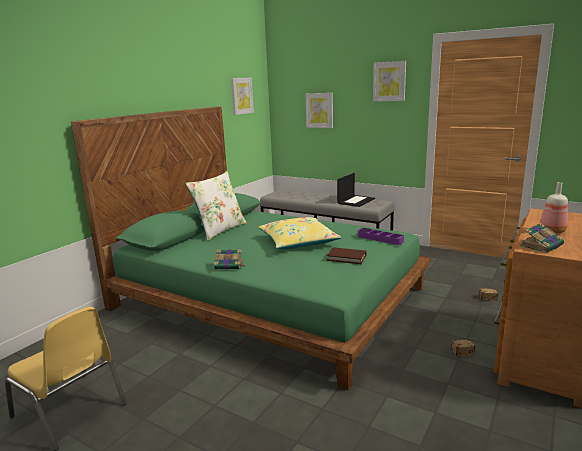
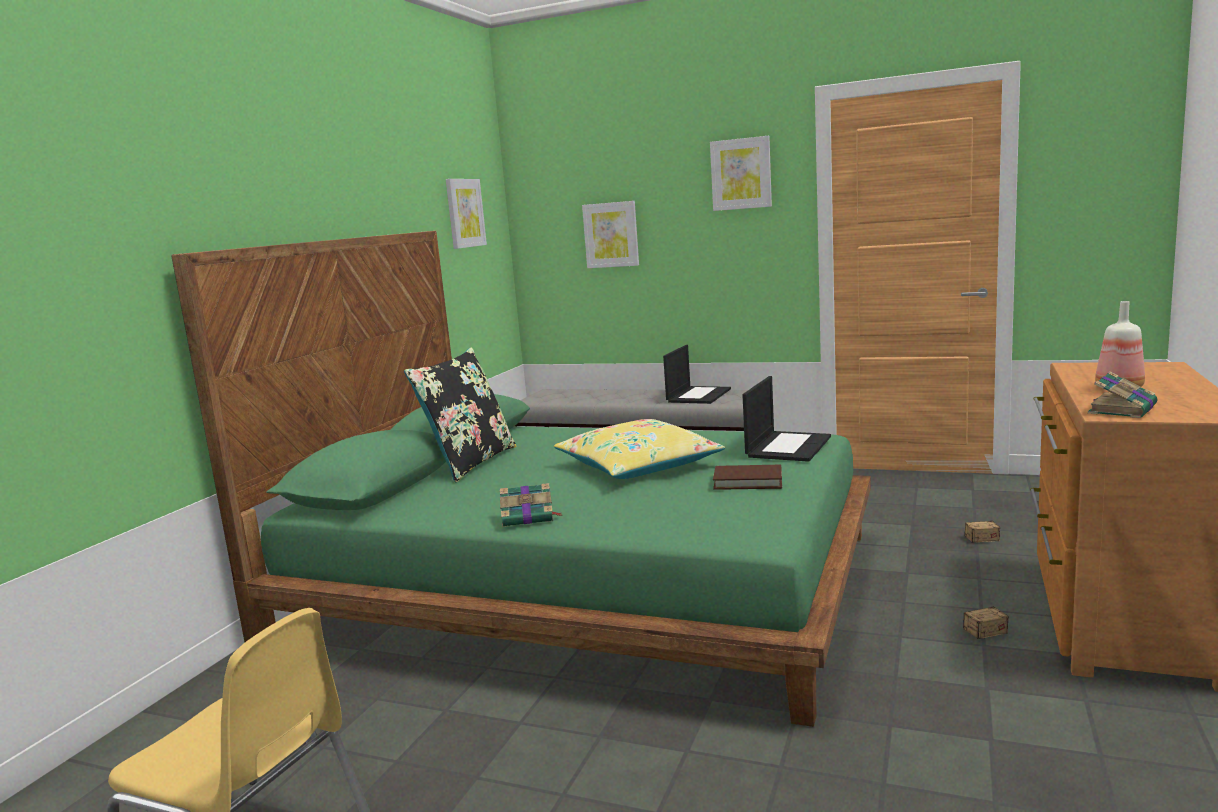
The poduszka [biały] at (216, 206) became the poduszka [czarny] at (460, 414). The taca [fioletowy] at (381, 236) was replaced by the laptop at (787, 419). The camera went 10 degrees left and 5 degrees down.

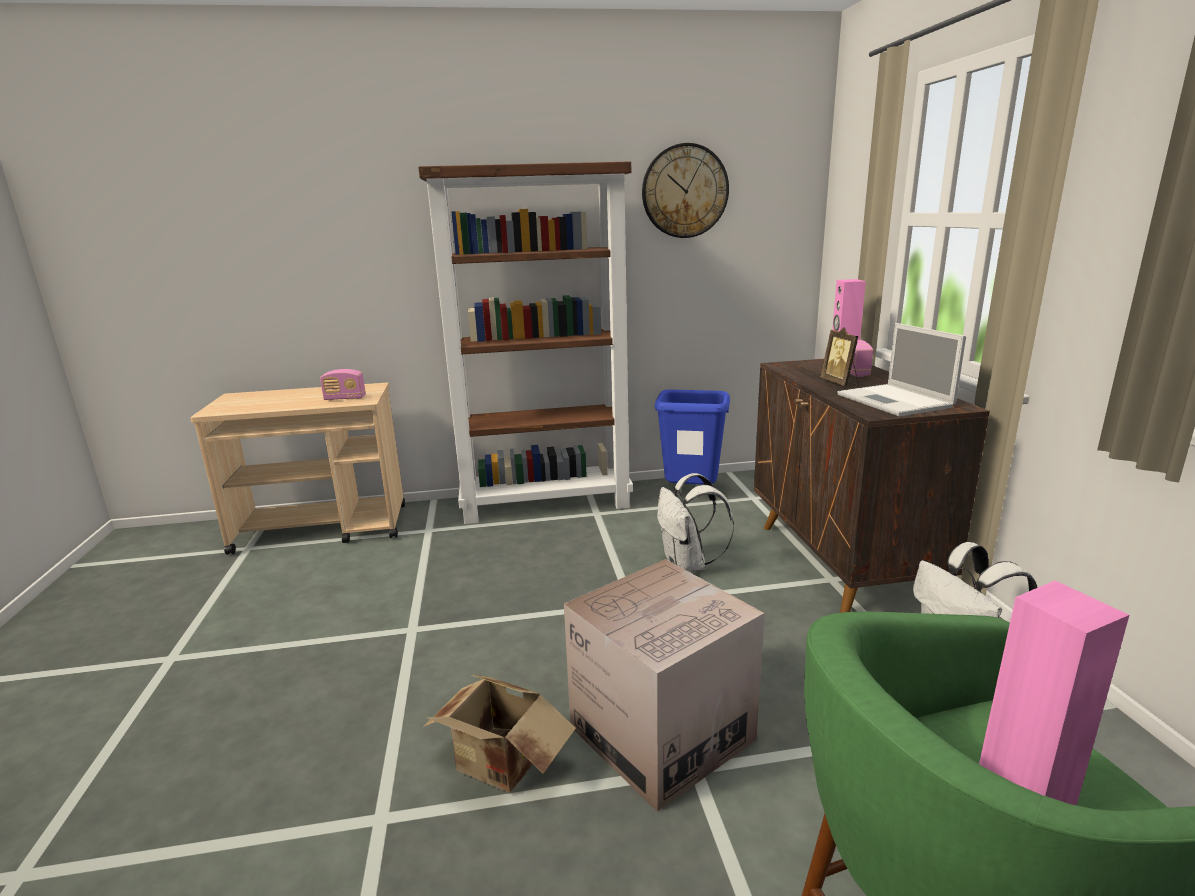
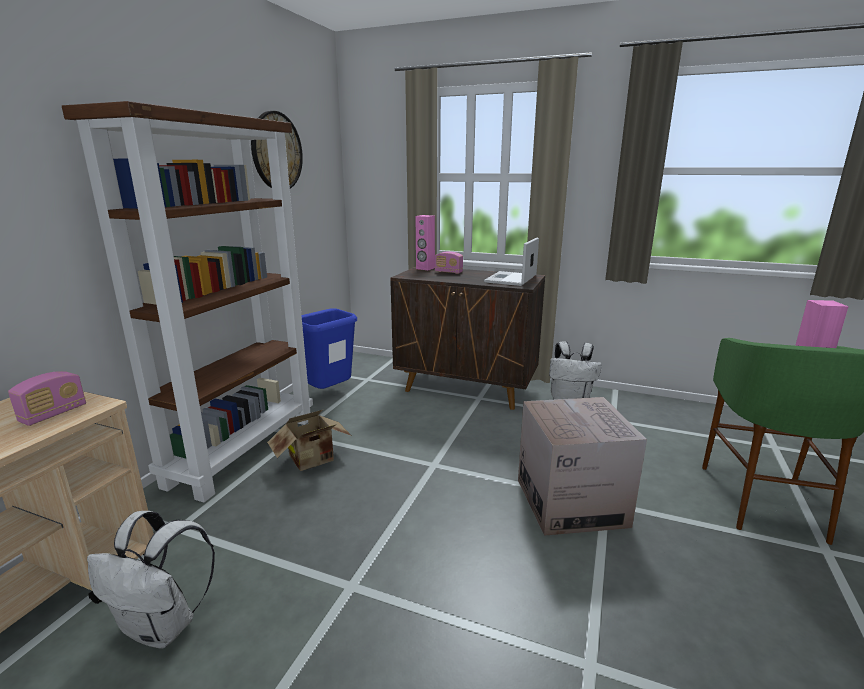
The laptop at (901, 370) turned 105 degrees clockwise. The ramka na zdjęcie at (840, 356) disappeared. The plecak [biały] moved from (695, 522) to (151, 580). The karton moved from (499, 733) to (309, 440). The camera went 60 degrees left and 0 degrees up.

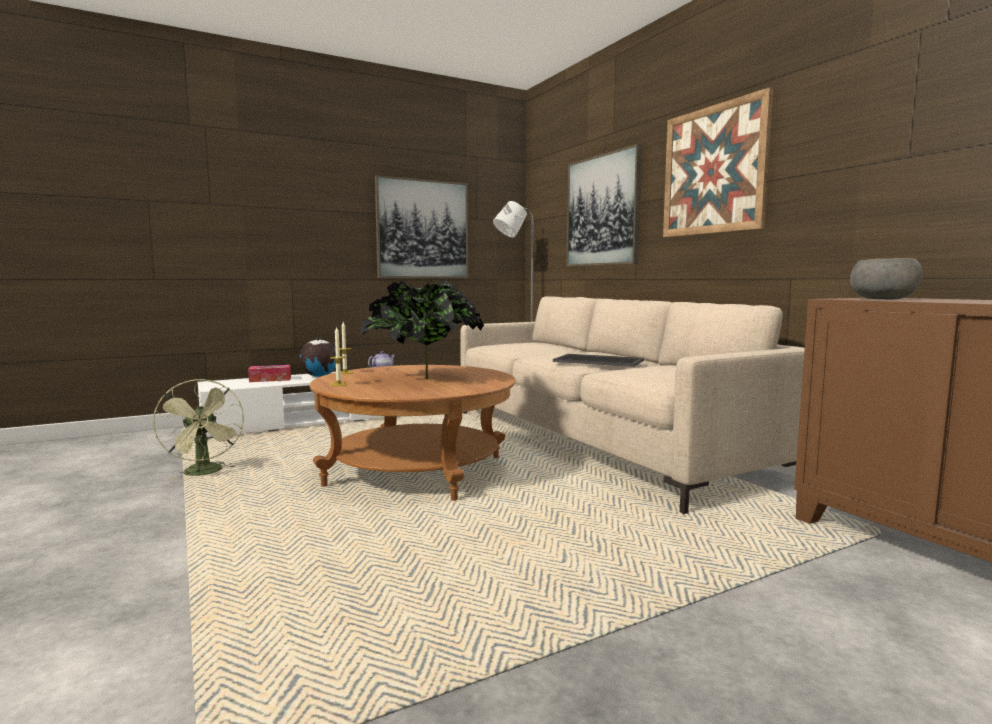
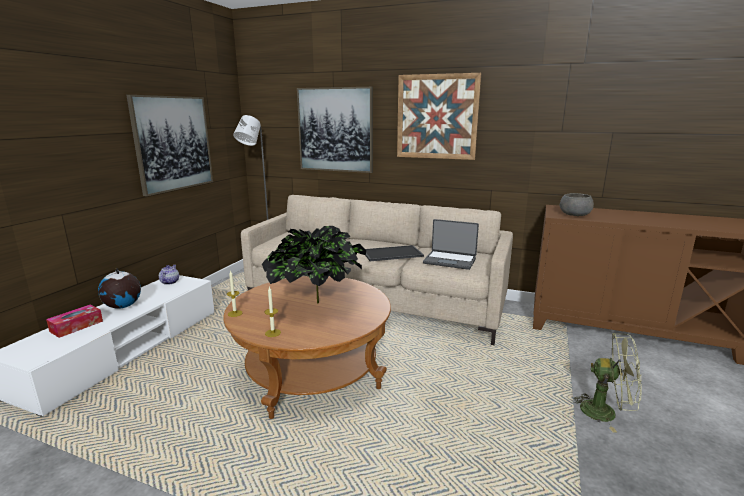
The wentylator [zielony] moved from (198, 429) to (608, 383). The laptop at (451, 244) appeared. The camera went 40 degrees left and 10 degrees up.

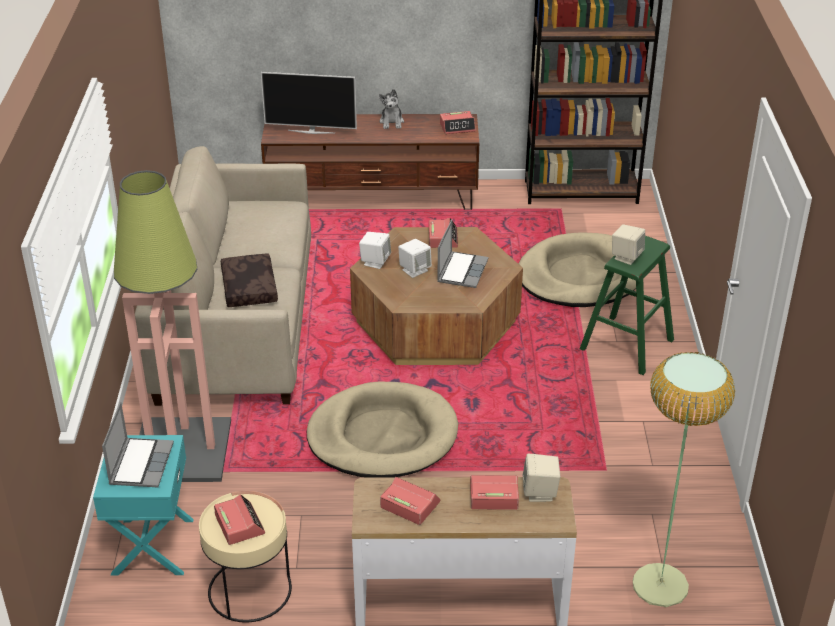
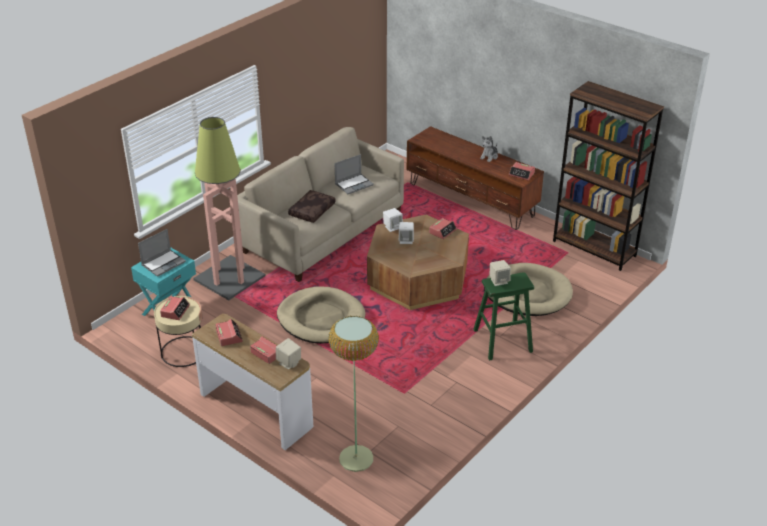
The telewizor at (309, 103) disappeared. The laptop moved from (463, 253) to (354, 174). The camera went 40 degrees right and 0 degrees up.

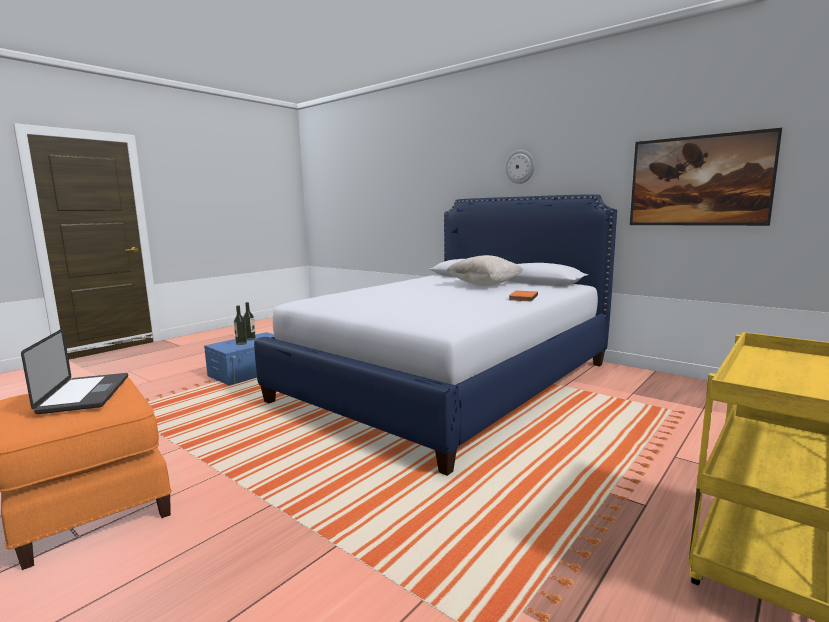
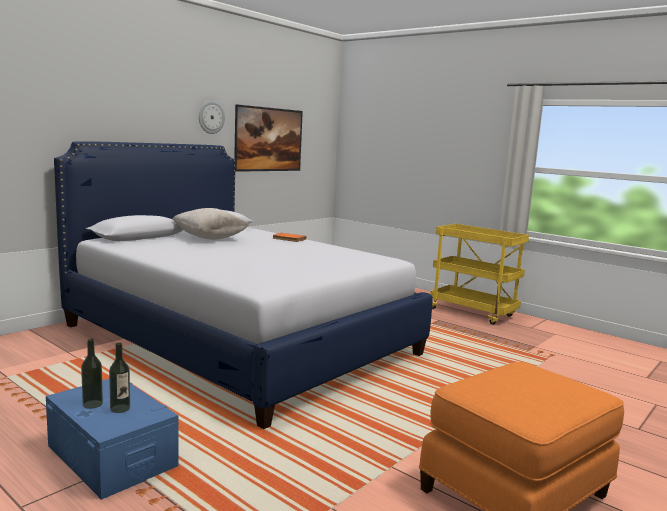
The zegar ścienny moved from (520, 167) to (212, 117). The laptop at (74, 371) disappeared. The camera went 90 degrees left and 0 degrees up.

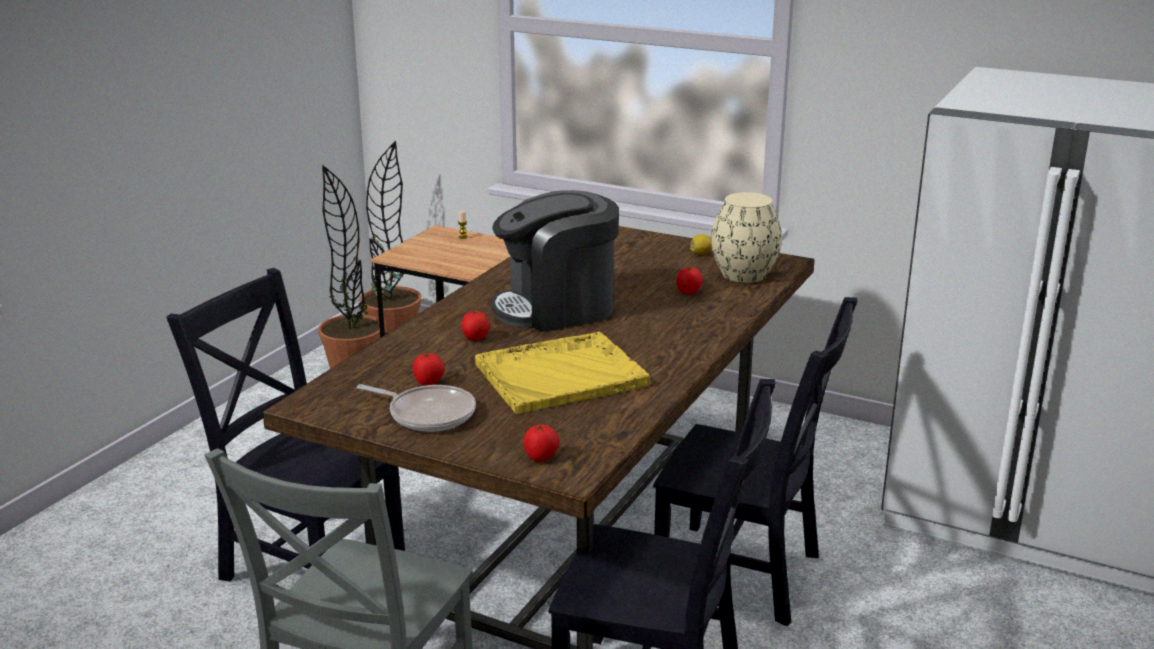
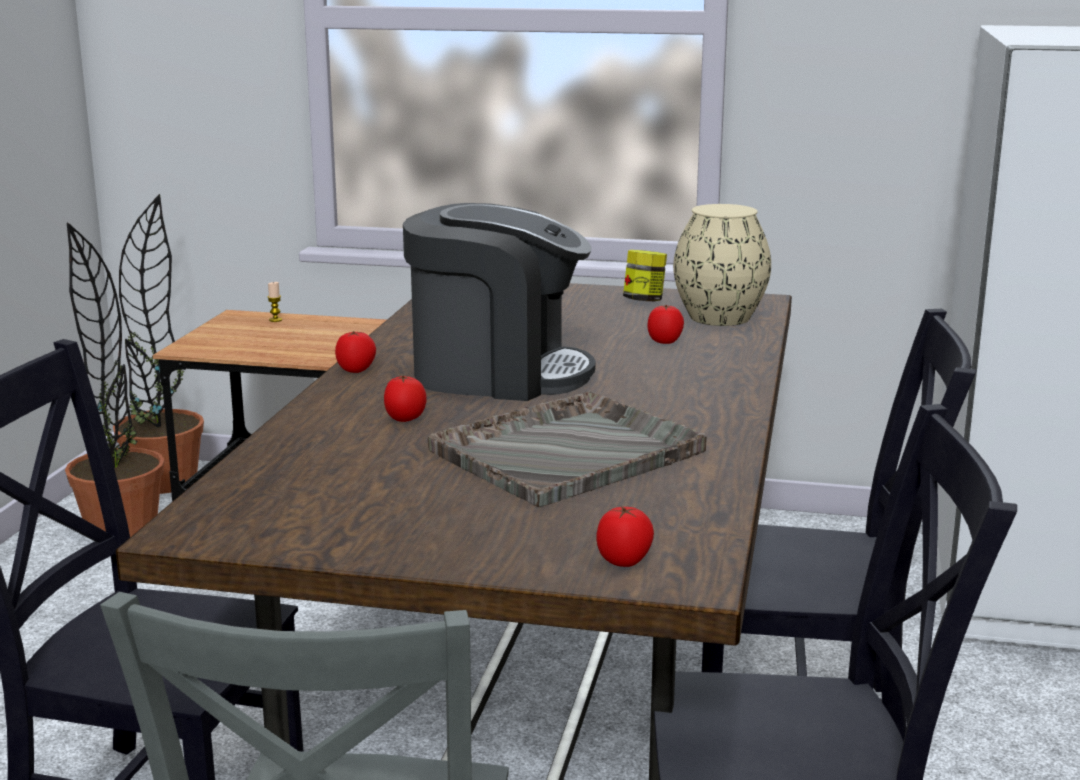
The ekspres do kawy at (555, 261) turned 135 degrees counterclockwise. The cytryna at (701, 244) was replaced by the słoik at (645, 275). The taca [żółty] at (562, 373) became the taca [szary] at (567, 449). The pomidor moved from (429, 369) to (355, 352). The patelnia at (416, 408) disappeared. The camera went 15 degrees left and 5 degrees down.

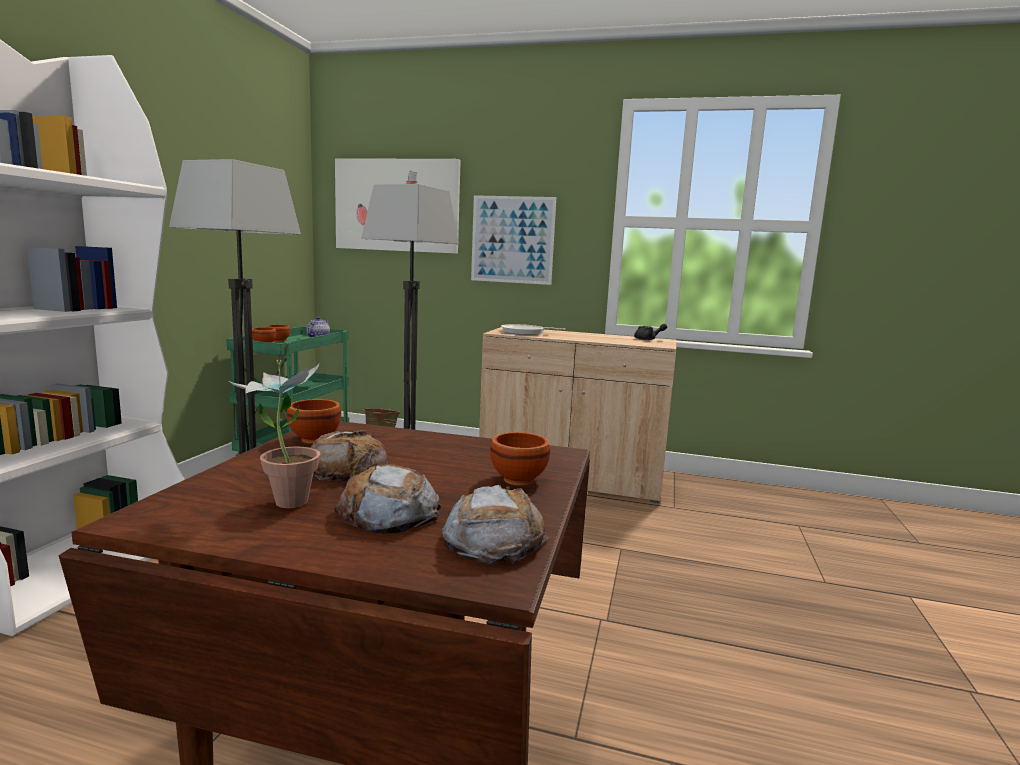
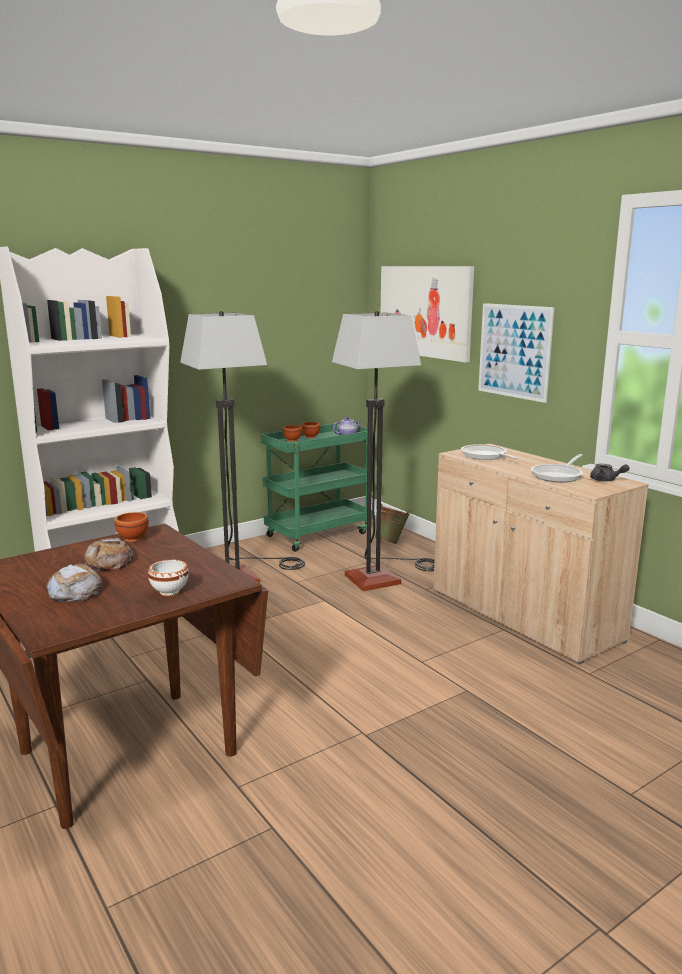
The roślina doniczkowa at (274, 434) disappeared. The miska [brązowy] at (520, 458) became the miska [biały] at (168, 578). The chleb at (495, 525) disappeared. The patelnia at (557, 468) appeared. The camera went 40 degrees right and 5 degrees up.

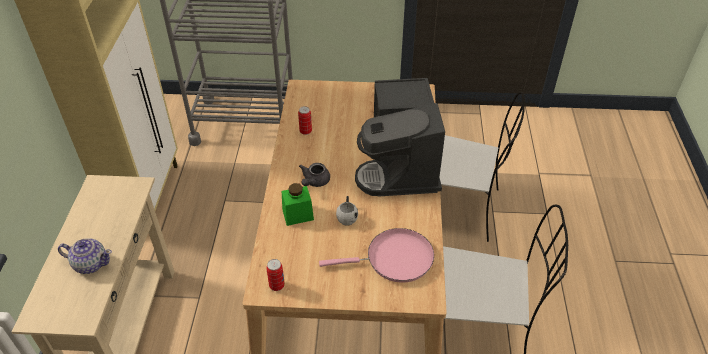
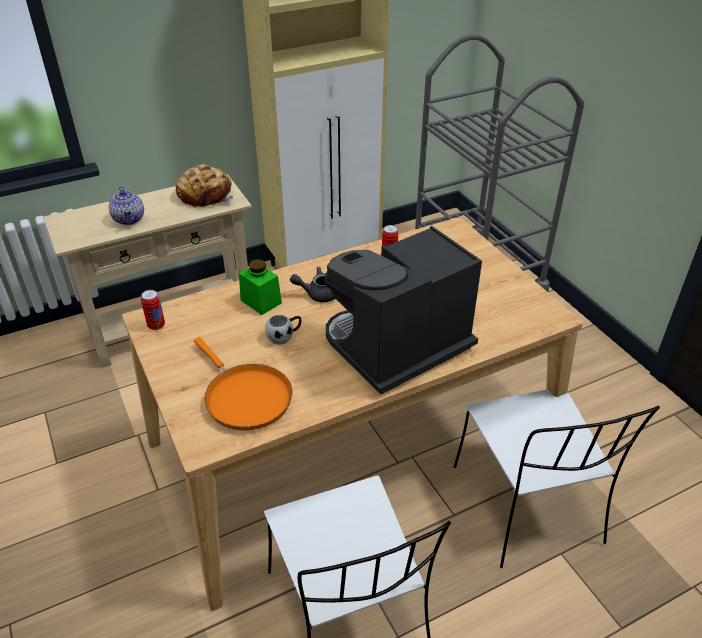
The patelnia [różowy] at (376, 255) became the patelnia [pomarańczowy] at (243, 384). The chleb at (204, 186) appeared. The camera went 60 degrees right and 5 degrees down.

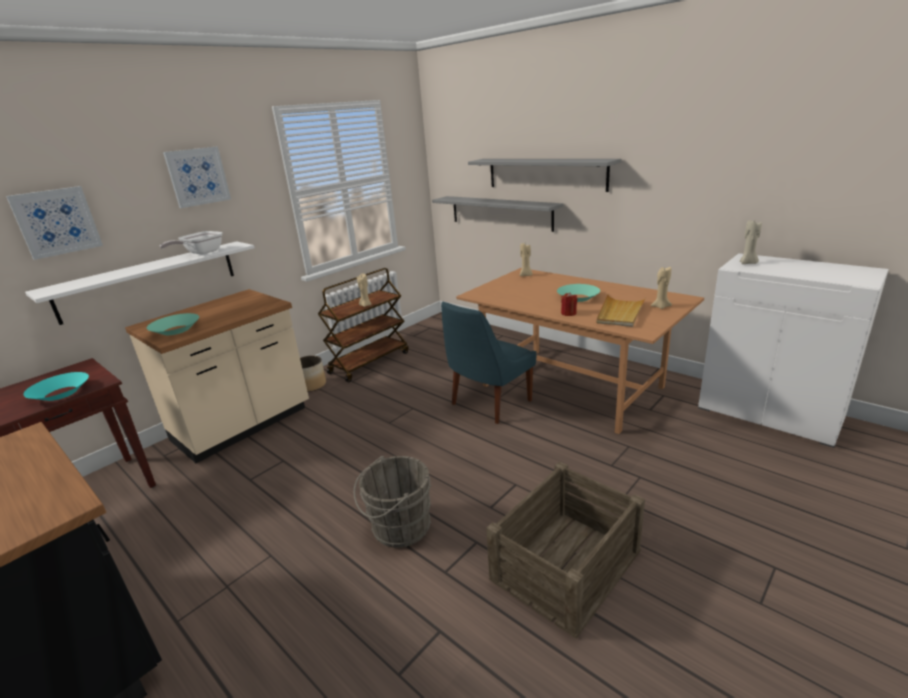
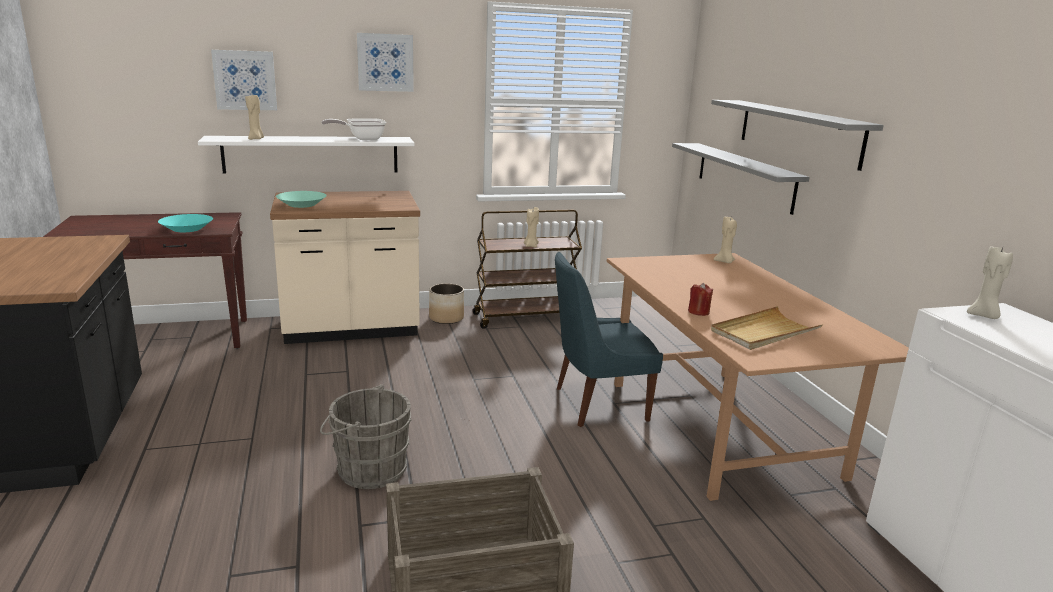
The świeca [beżowy] moved from (661, 288) to (254, 117). The miska [turkusowy] at (578, 293) disappeared. The camera went 30 degrees right and 5 degrees down.

